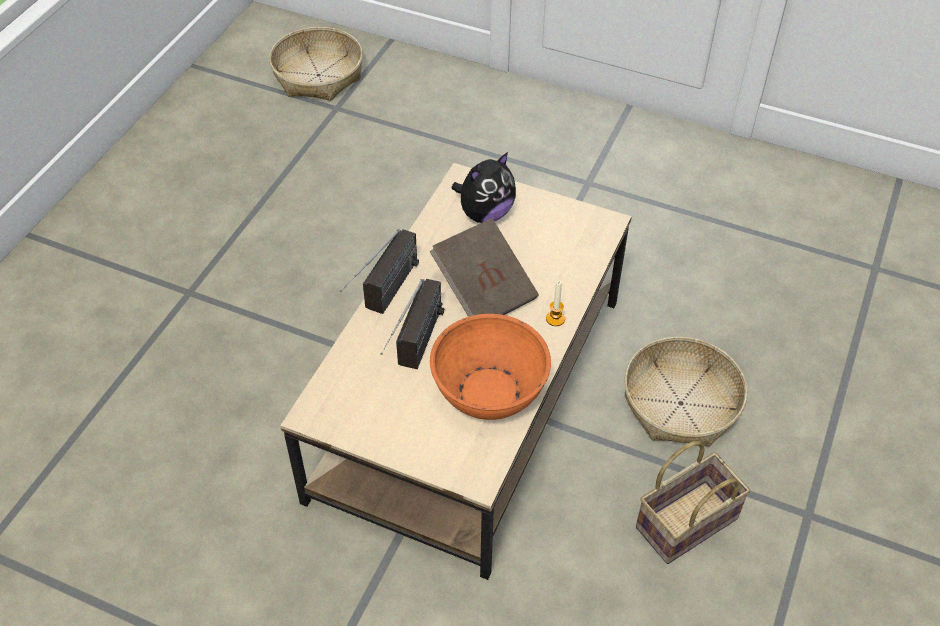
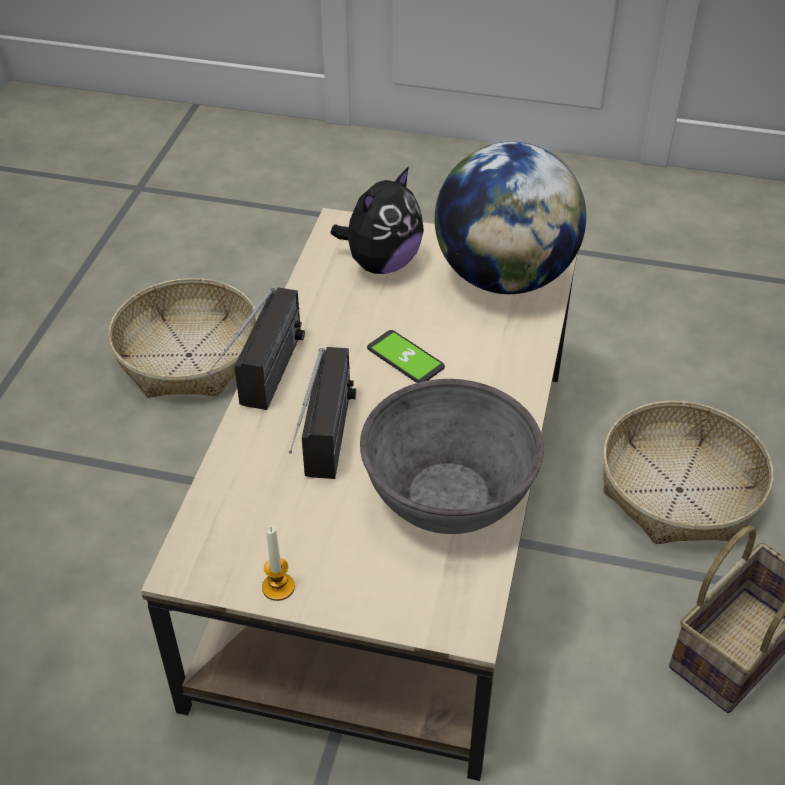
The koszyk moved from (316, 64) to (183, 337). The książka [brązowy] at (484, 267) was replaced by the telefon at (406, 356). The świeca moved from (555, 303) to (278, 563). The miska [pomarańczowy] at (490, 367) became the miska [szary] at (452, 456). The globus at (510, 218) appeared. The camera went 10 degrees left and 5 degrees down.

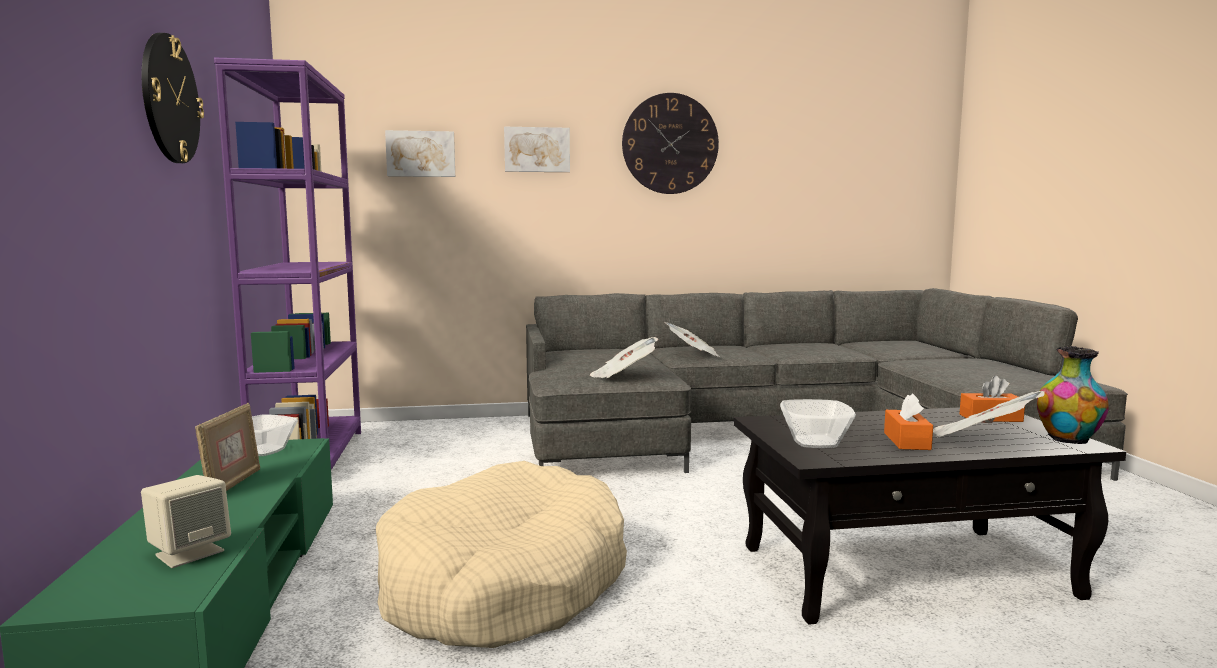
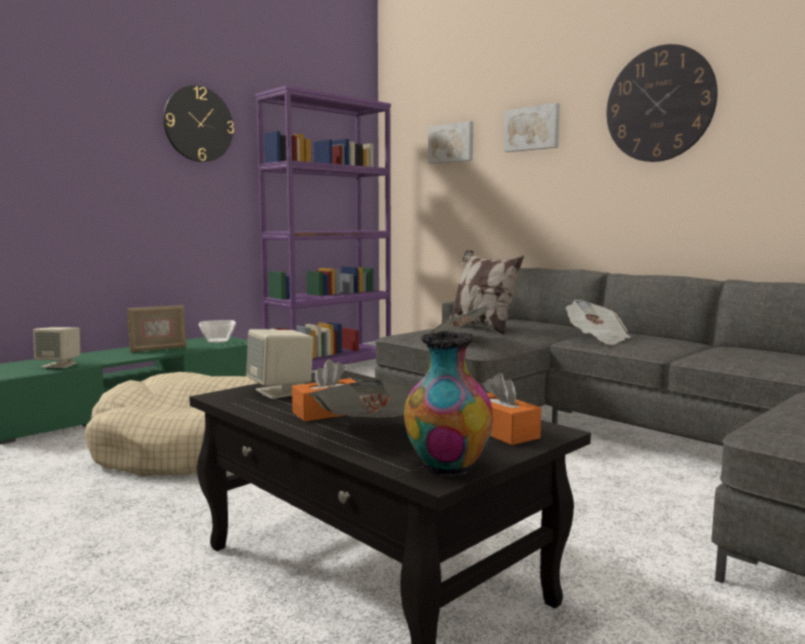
The miska at (818, 423) was replaced by the głośnik [beżowy] at (279, 364). The poduszka at (487, 292) appeared. The camera went 55 degrees right and 0 degrees up.

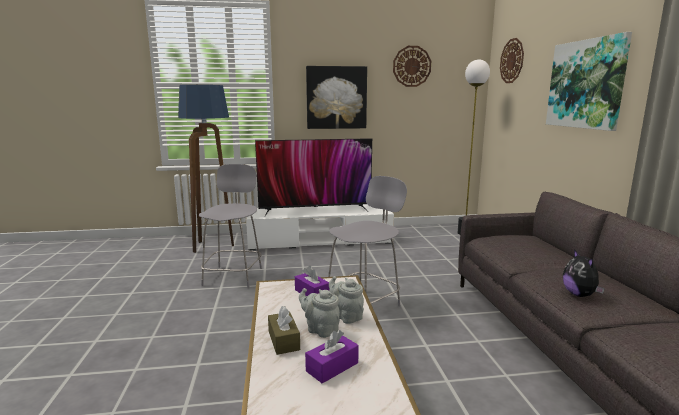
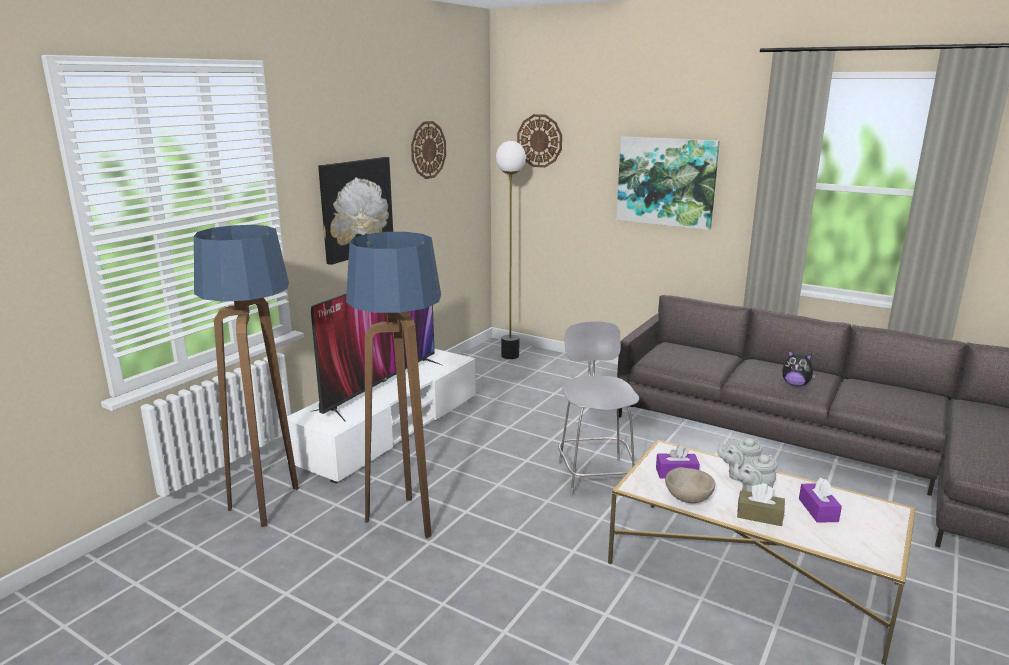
The stołek [szary] at (230, 226) was replaced by the lampa stojąca at (393, 385). The miska [beżowy] at (690, 485) appeared. The camera went 50 degrees left and 5 degrees up.

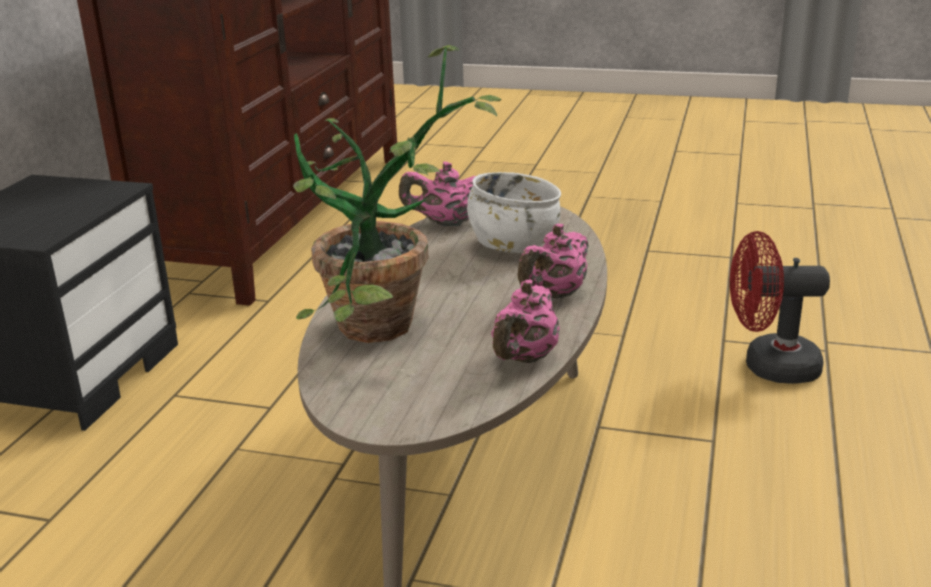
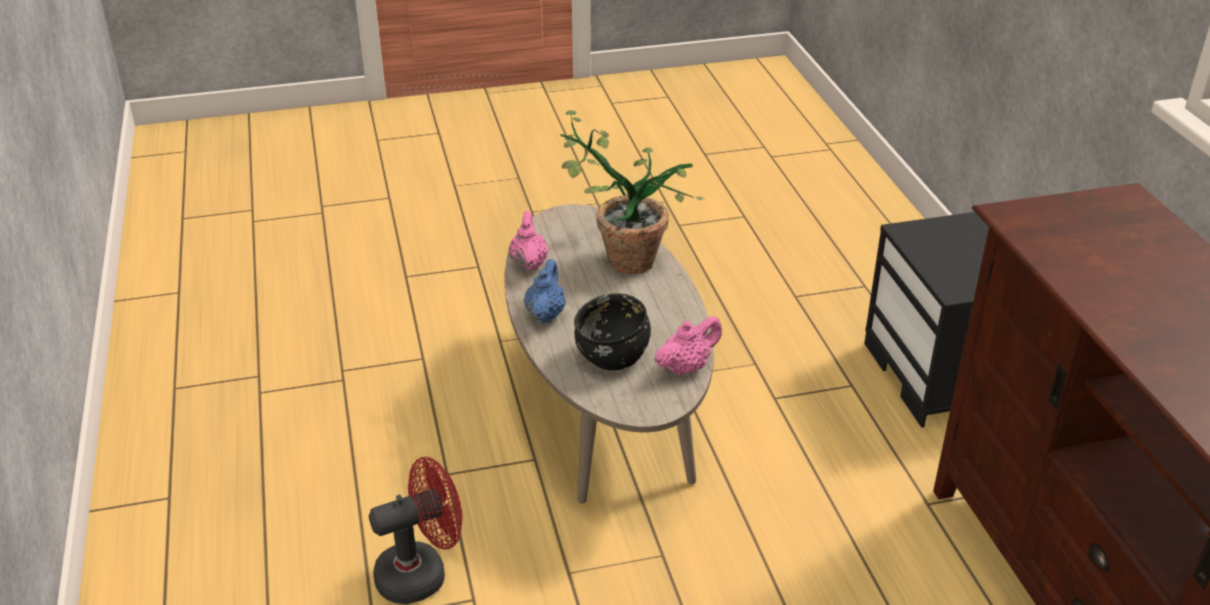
The miska [biały] at (514, 212) became the miska [czarny] at (612, 331). The imbryk [różowy] at (553, 261) became the imbryk [niebieski] at (545, 291). The camera went 150 degrees right and 10 degrees up.

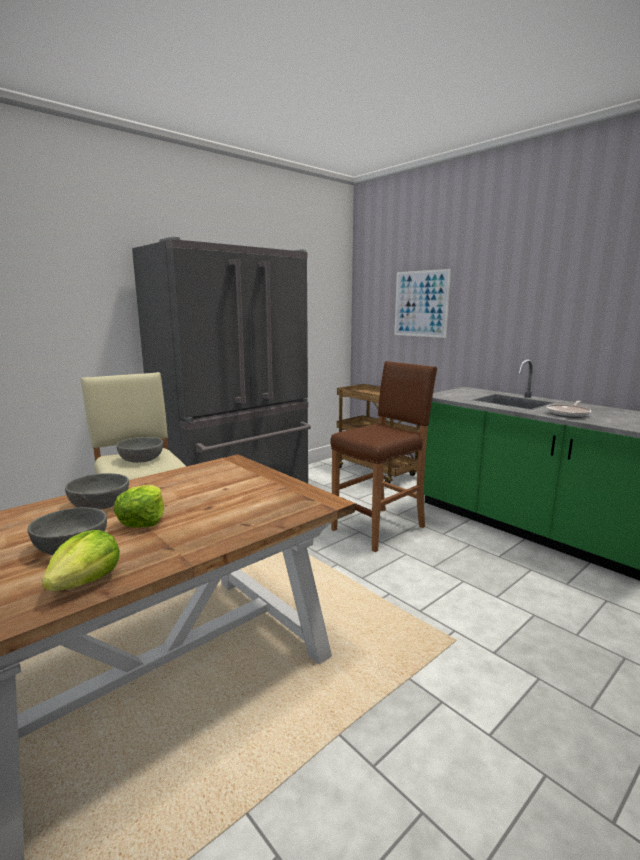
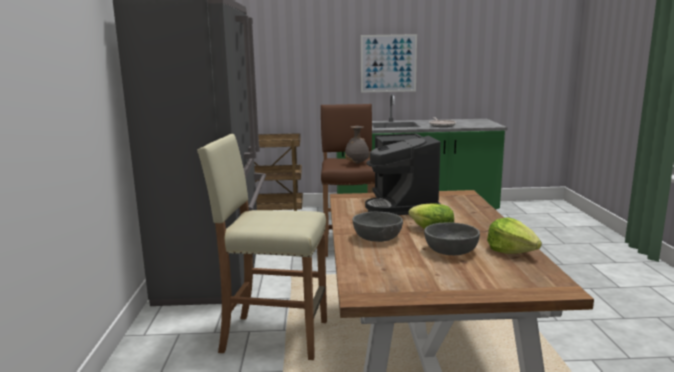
The obraz moved from (422, 303) to (389, 63). The miska [szary] at (139, 450) disappeared. The wazon [szary] at (357, 145) appeared. The ekspres do kawy at (402, 174) appeared. The camera went 50 degrees left and 0 degrees up.

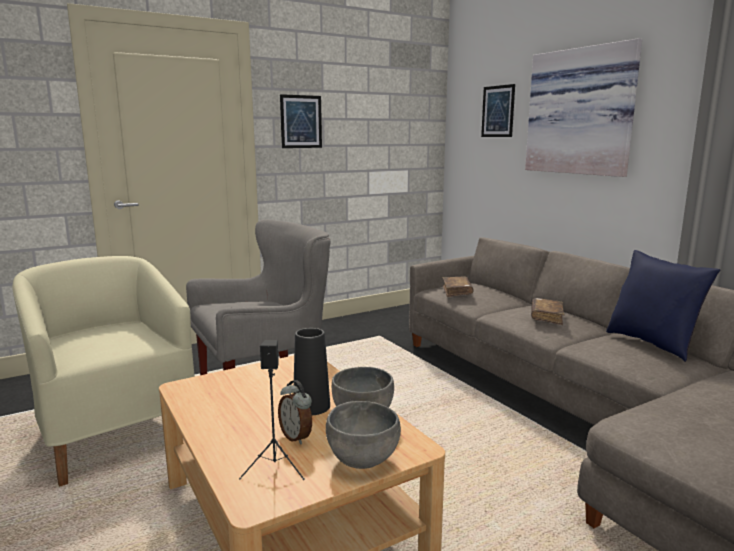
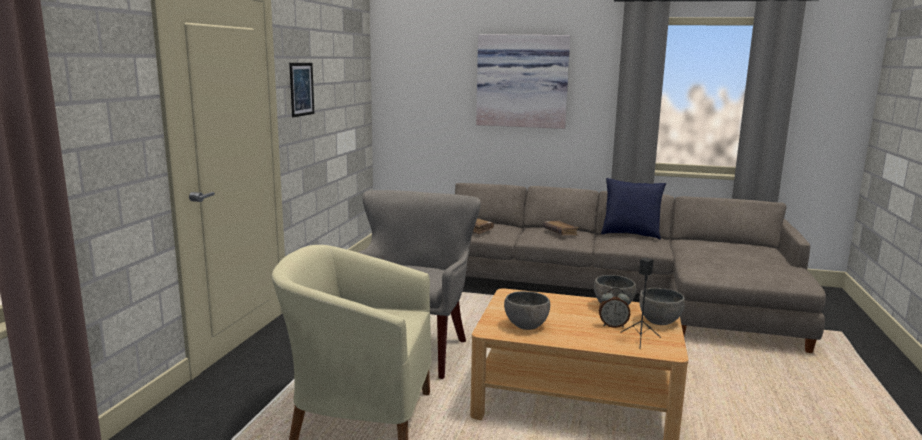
The obraz at (498, 110) disappeared. The wazon [czarny] at (311, 371) disappeared. The miska [szary] at (527, 310) appeared. The camera went 45 degrees left and 0 degrees up.

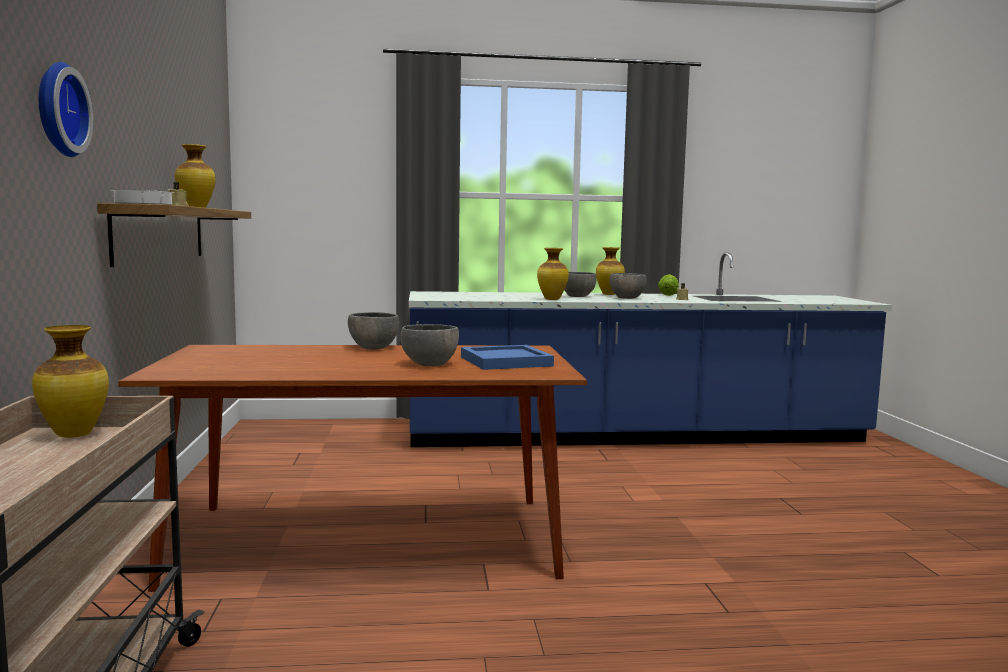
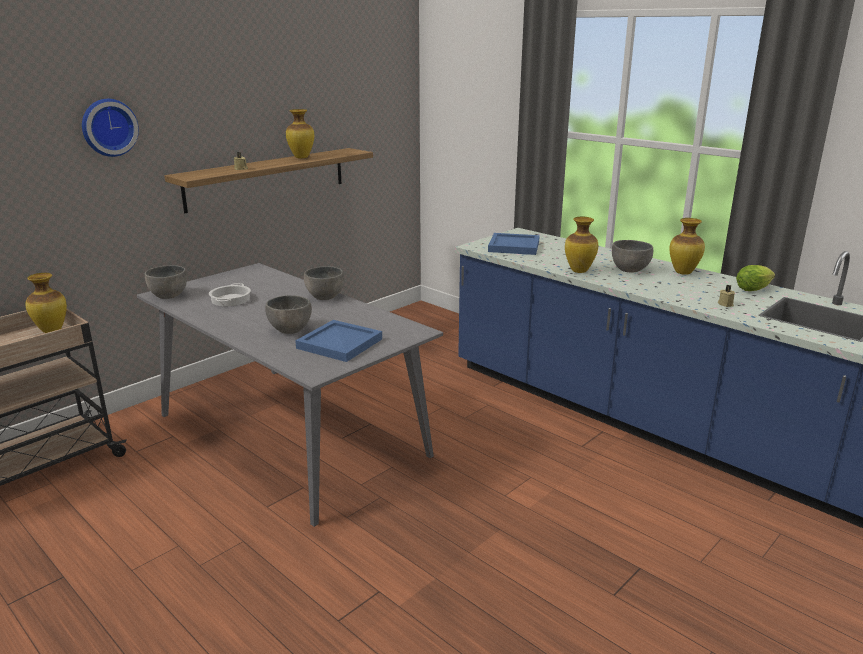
The garnek moved from (142, 197) to (230, 294). The miska [szary] moved from (628, 286) to (166, 282). The stół jadalny [brązowy] at (352, 468) became the stół jadalny [szary] at (290, 395). The taca [niebieski] at (514, 244) appeared. The camera went 50 degrees right and 15 degrees up.

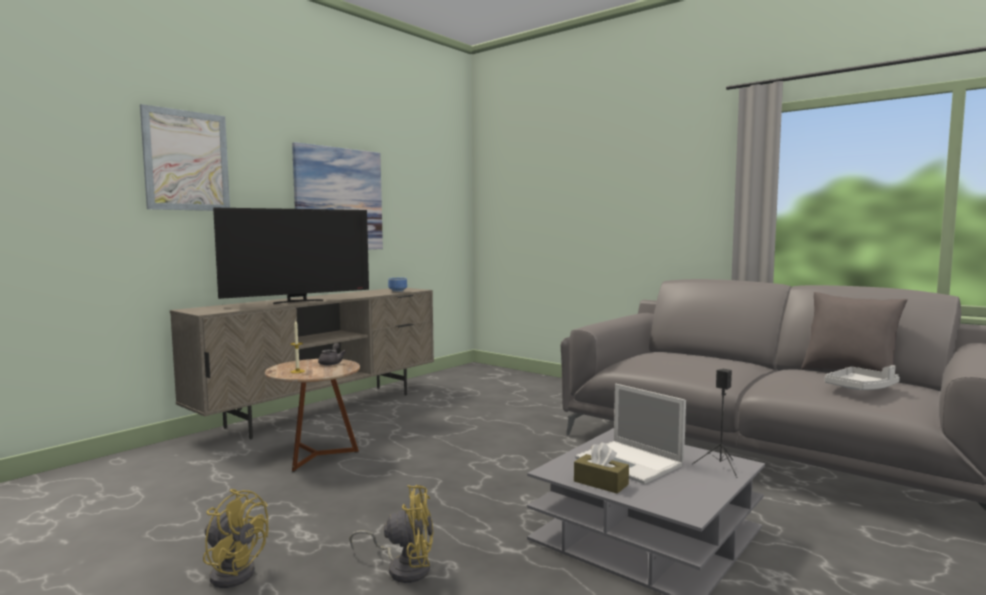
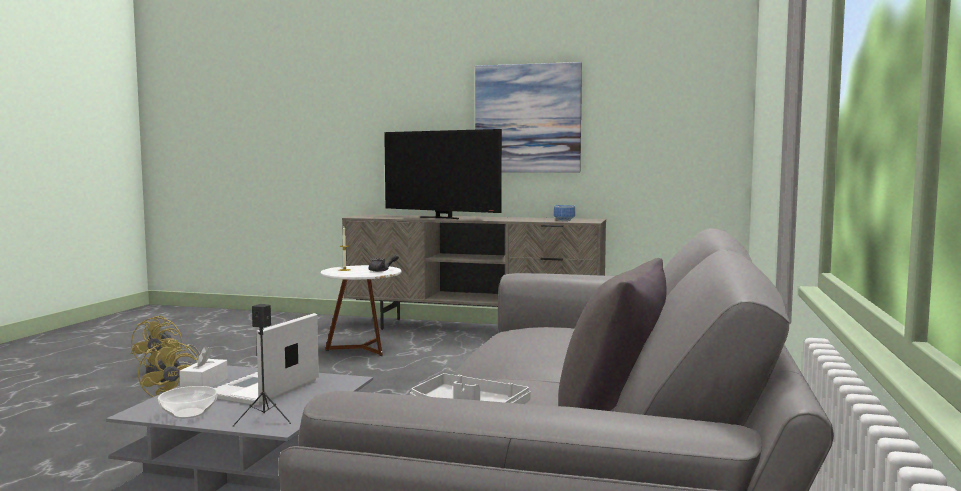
The obraz at (185, 157) disappeared. The stolik [brązowy] at (312, 415) became the stolik [biały] at (360, 310). The pudełko chusteczek [brązowy] at (601, 468) became the pudełko chusteczek [biały] at (203, 367). The miska at (188, 402) appeared. The camera went 65 degrees right and 0 degrees up.

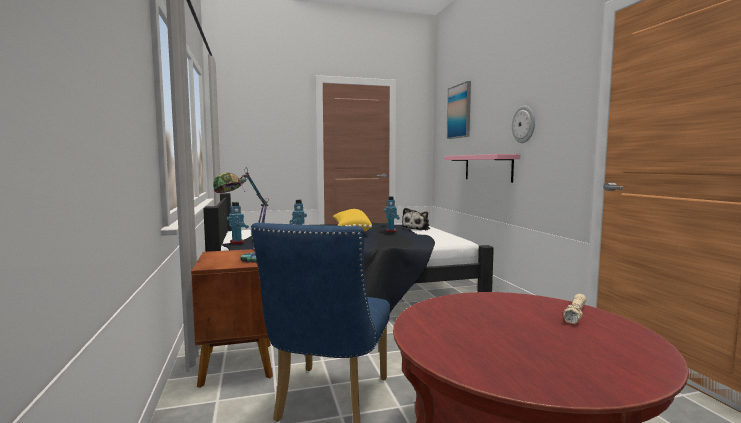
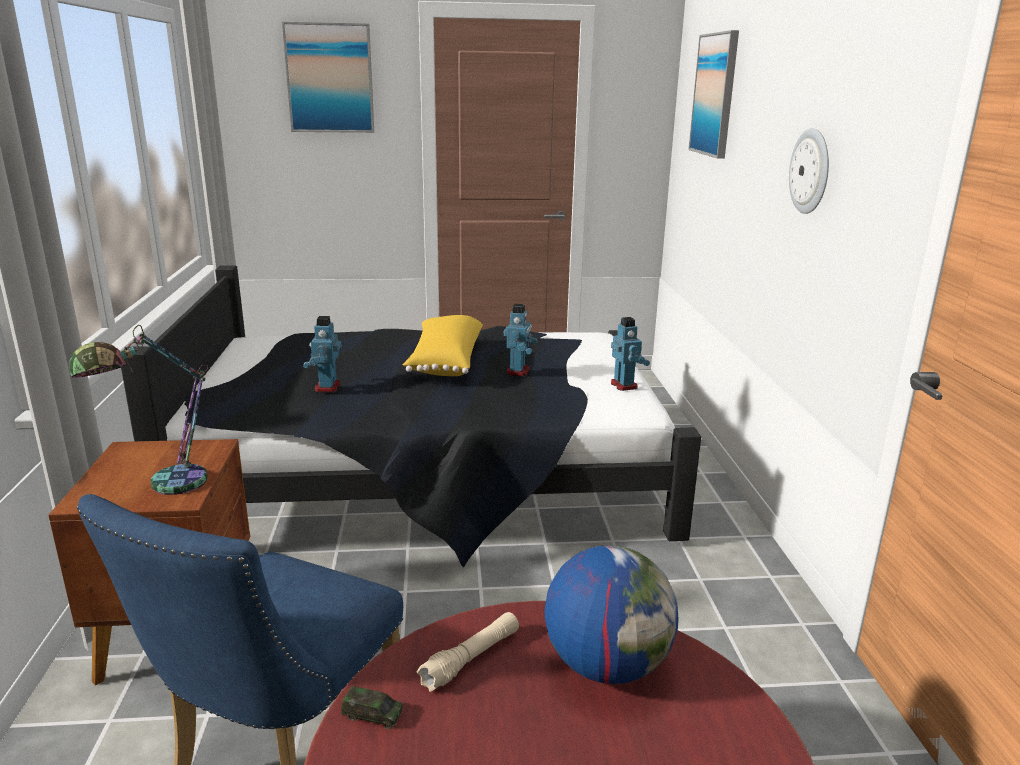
The półka [różowy] at (482, 168) disappeared. The robot zabawkowy moved from (238, 223) to (630, 354). The pluszak at (415, 219) disappeared. The latarka [beżowy] moved from (574, 309) to (468, 652). The obraz at (328, 77) appeared. The globus at (612, 614) appeared. The samochodzik at (372, 707) appeared. The camera went 10 degrees right and 15 degrees up.

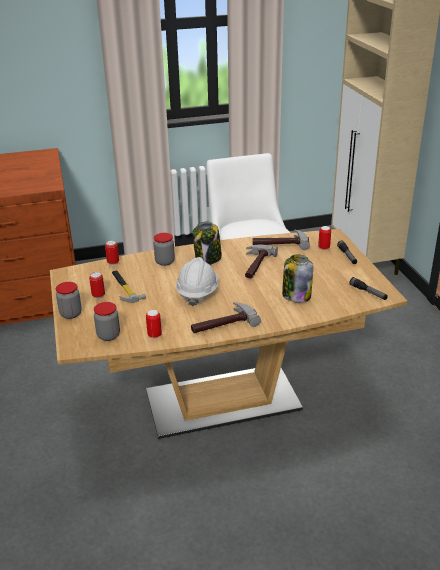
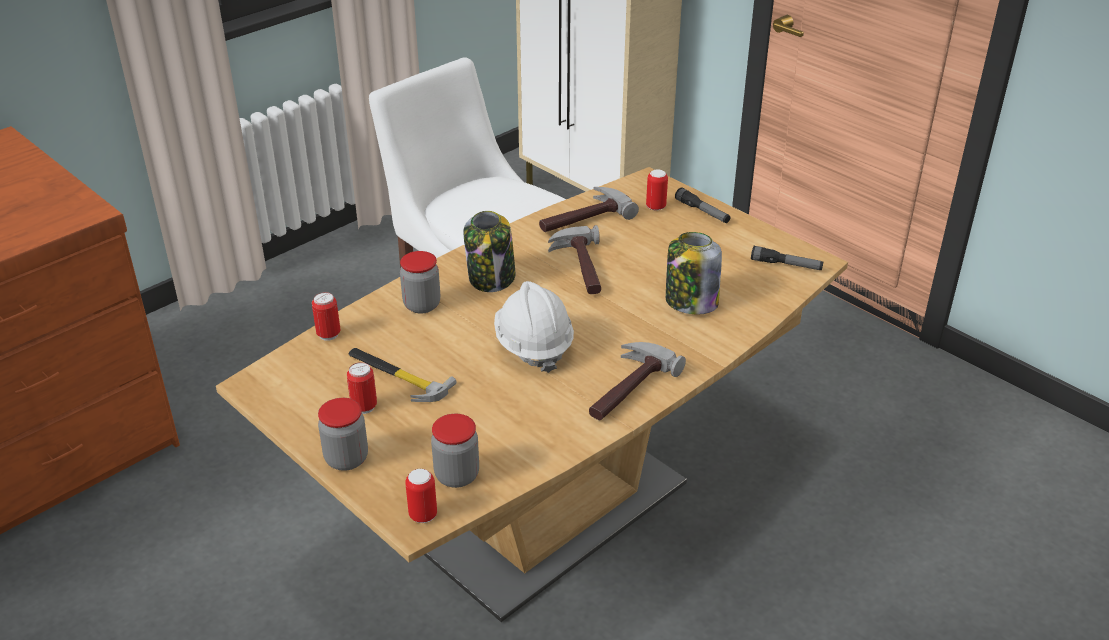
The puszka moved from (154, 324) to (421, 496). The camera went 30 degrees left and 5 degrees up.

